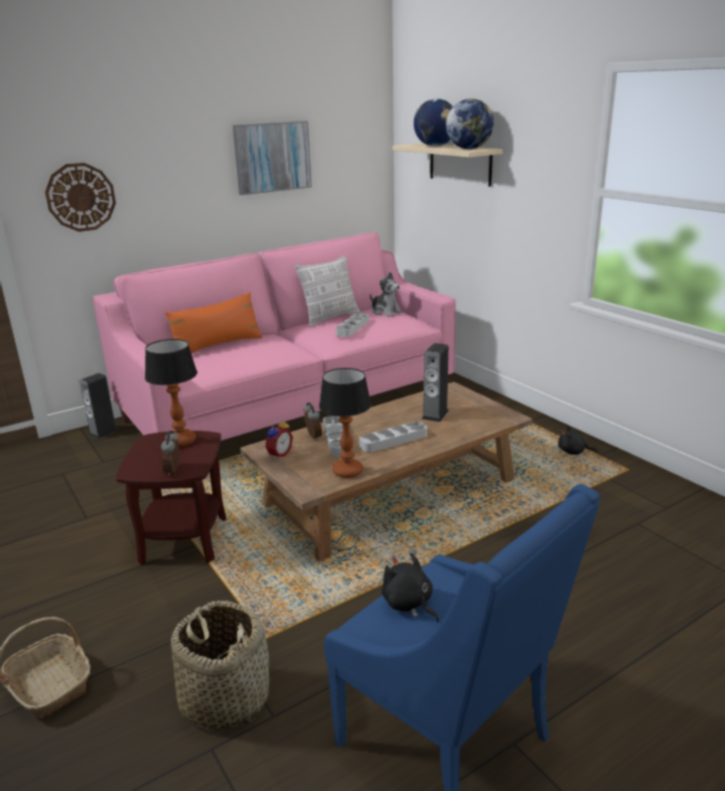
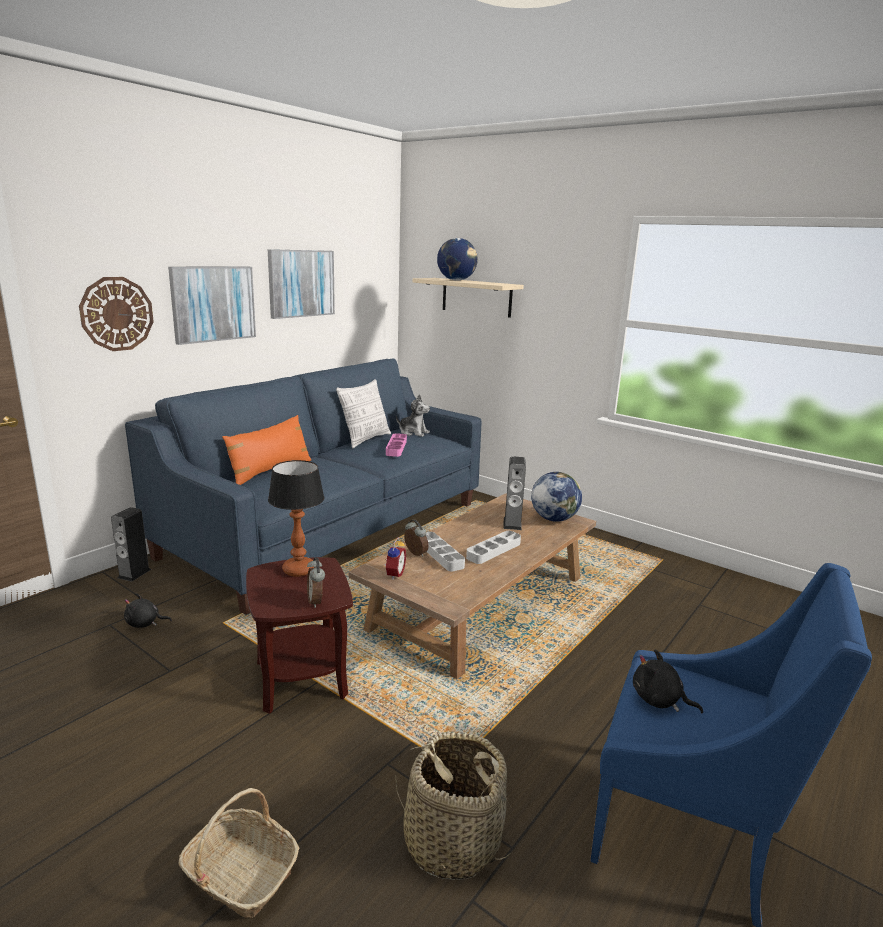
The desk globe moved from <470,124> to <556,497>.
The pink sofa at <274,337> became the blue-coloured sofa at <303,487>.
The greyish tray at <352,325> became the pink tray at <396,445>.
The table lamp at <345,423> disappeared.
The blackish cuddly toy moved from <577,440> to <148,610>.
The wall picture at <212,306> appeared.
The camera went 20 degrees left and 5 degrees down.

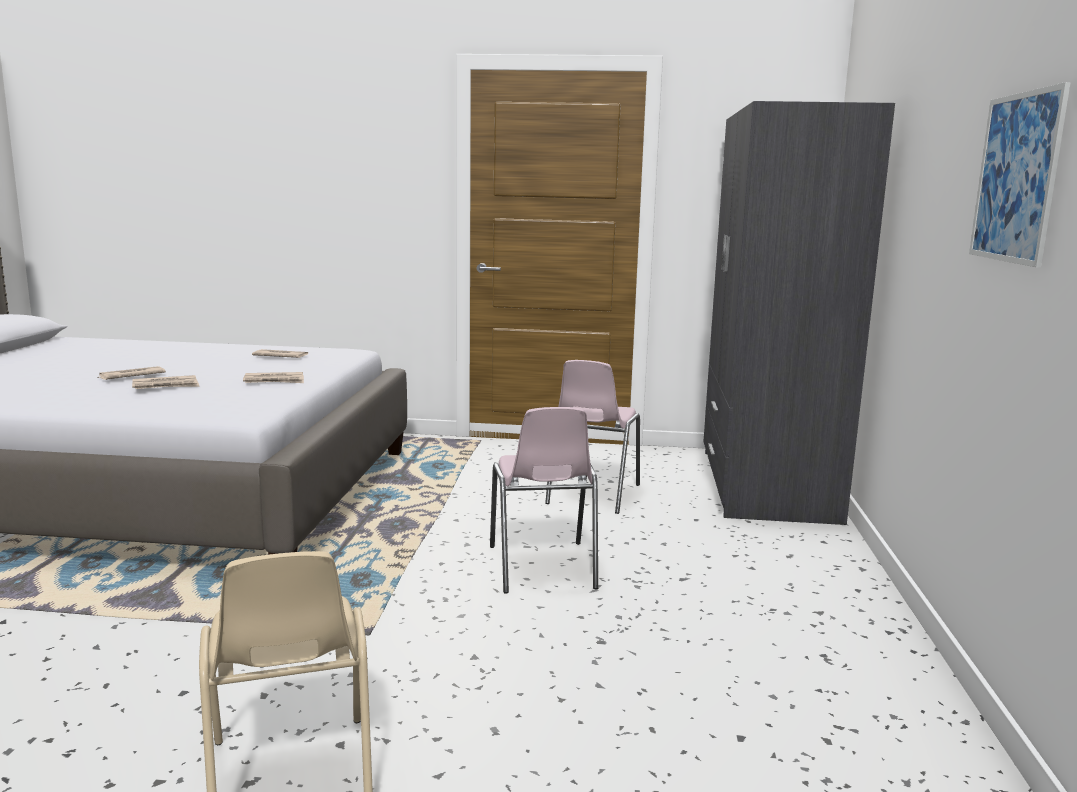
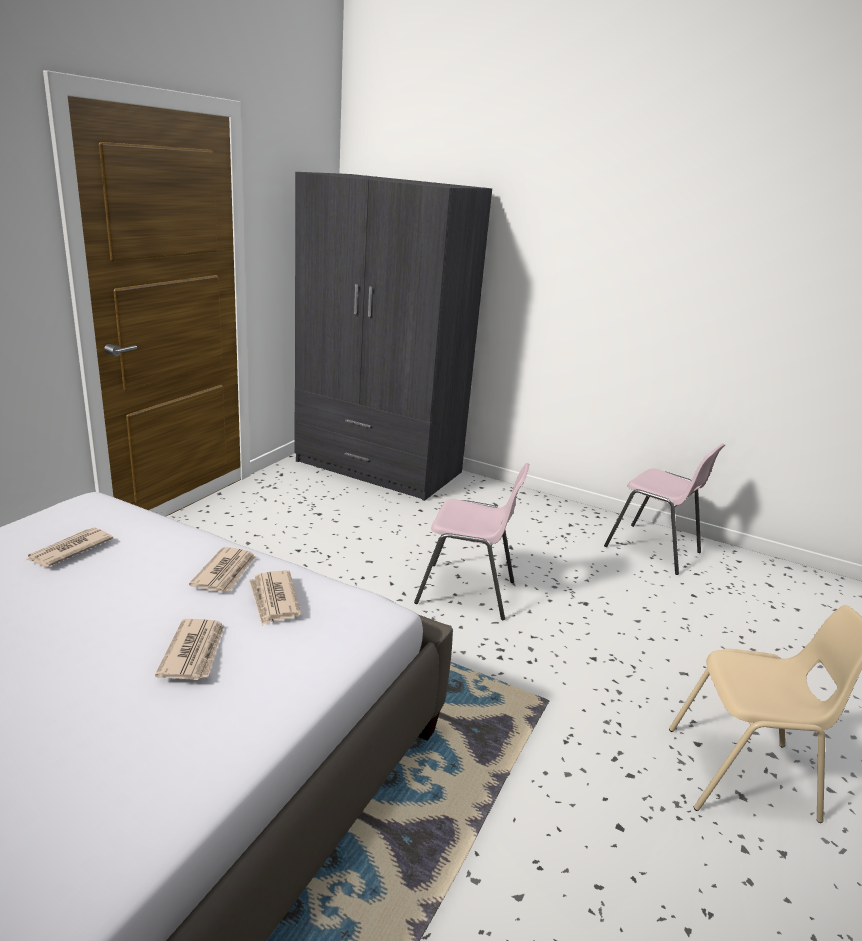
The wall picture at <1020,175> disappeared.
The pink plain chair moved from <592,437> to <664,509>.
The daily paper moved from <131,373> to <275,597>.
The camera went 70 degrees left and 10 degrees up.

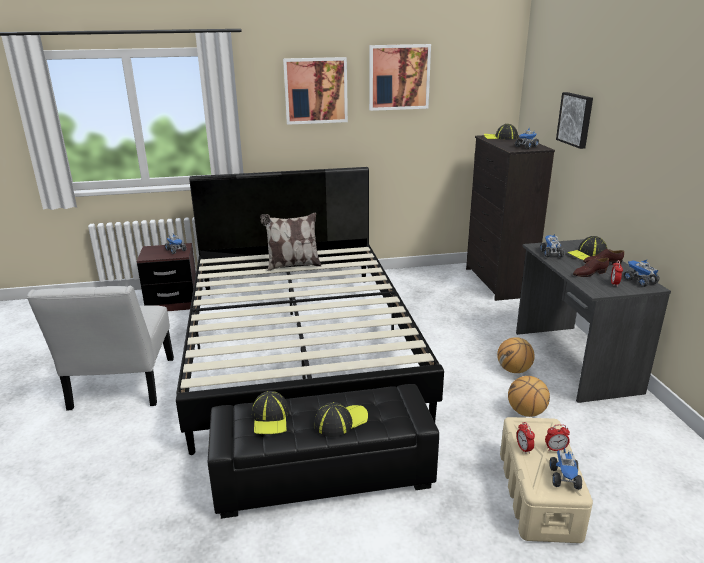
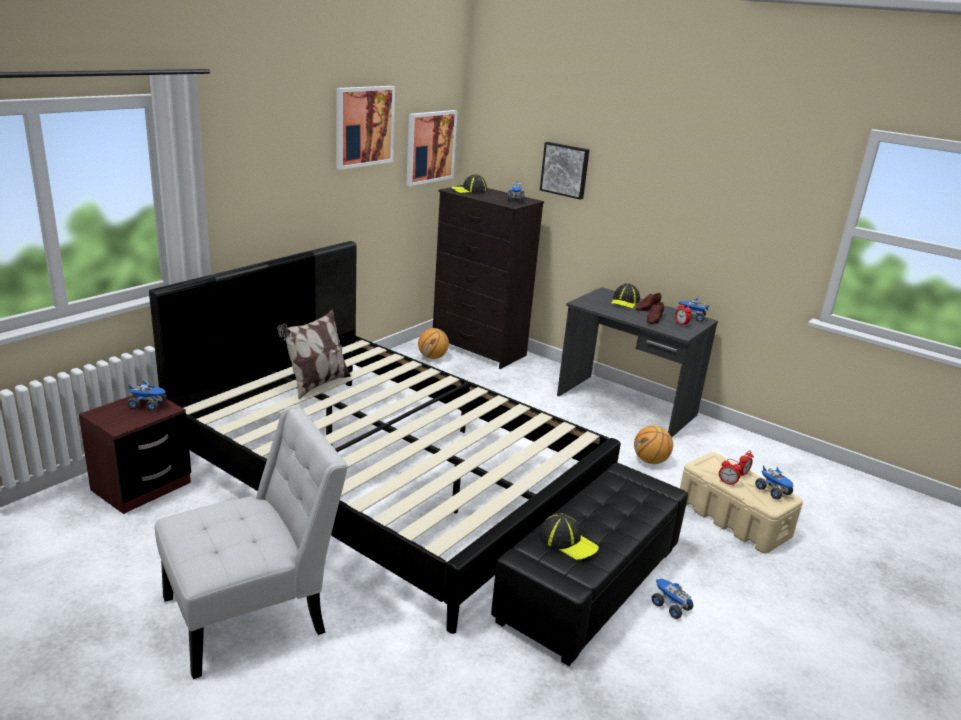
The wall picture moved from <315,91> to <431,148>.
The toy truck moved from <552,246> to <672,599>.
The white-coloured plain chair at <100,348> turned 75 degrees counterclockwise.
The basketball moved from <516,355> to <433,343>.
The cap at <341,419> disappeared.
The camera went 45 degrees left and 0 degrees up.

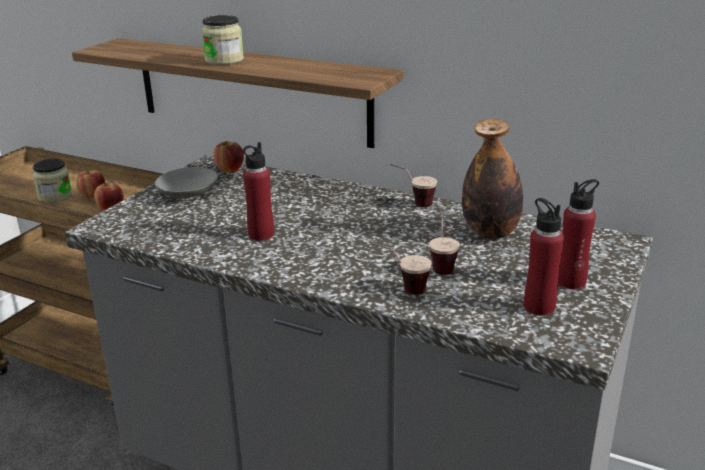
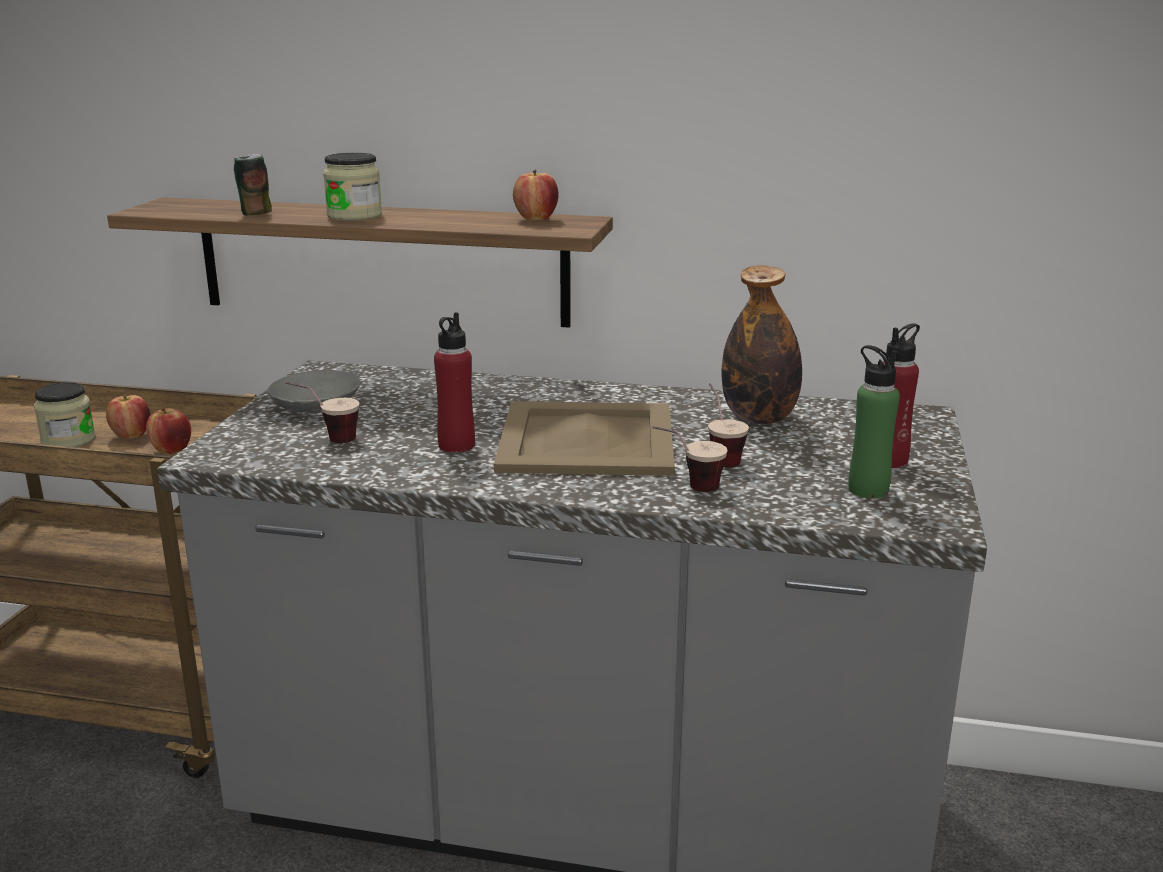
The apple moved from <228,157> to <536,195>.
The cup moved from <413,185> to <322,412>.
The reddish beverage bottle at <544,257> became the greenish beverage bottle at <874,421>.
The sealed can at <253,184> appeared.
The beige-coloured tray at <584,438> appeared.
The camera went 15 degrees left and 5 degrees down.

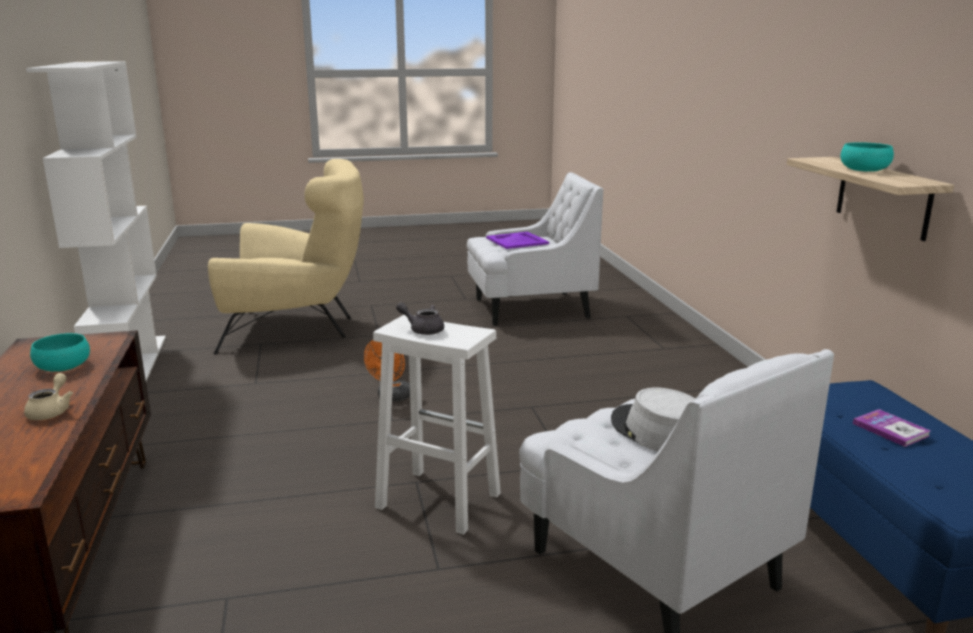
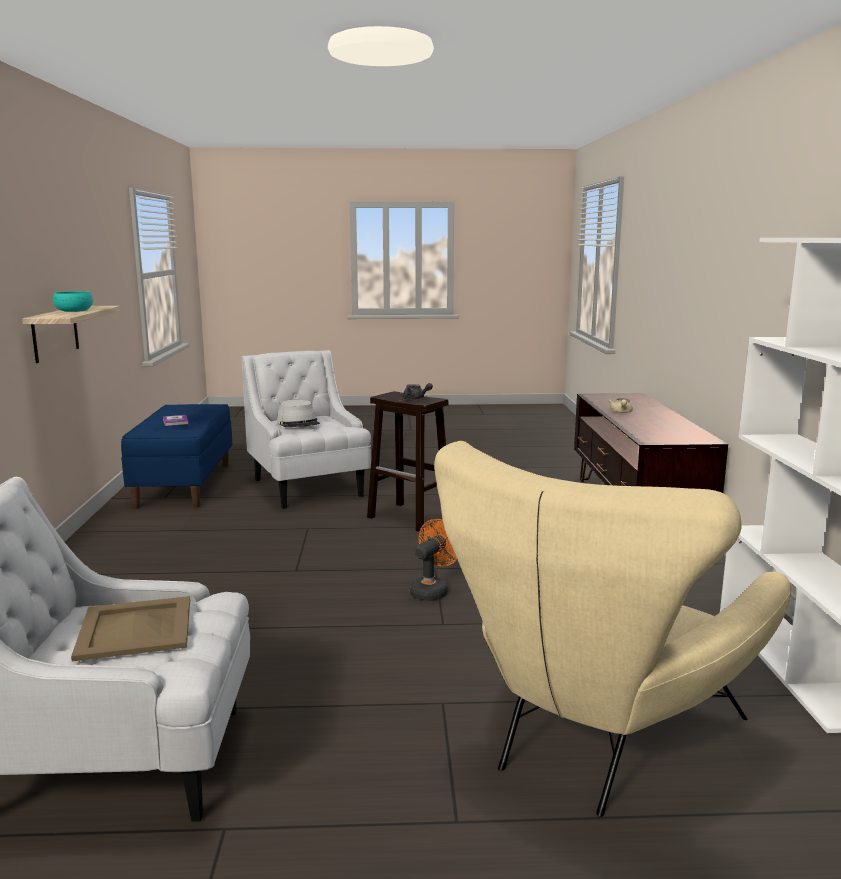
The beige-coloured easy chair at <286,256> turned 60 degrees counterclockwise.
The purplish tray at <517,240> became the beige-coloured tray at <130,629>.
The white-coloured stool at <437,425> became the brownish stool at <407,461>.
The turquoise-coloured bowl at <60,352> disappeared.
The camera went 170 degrees left and 5 degrees down.

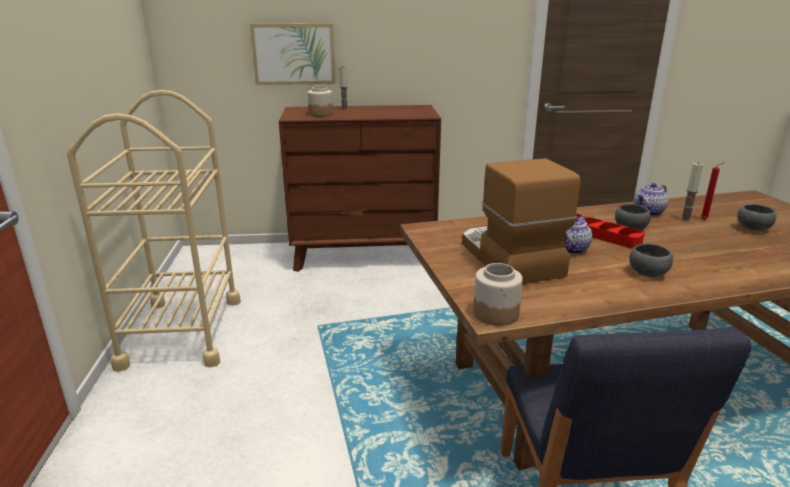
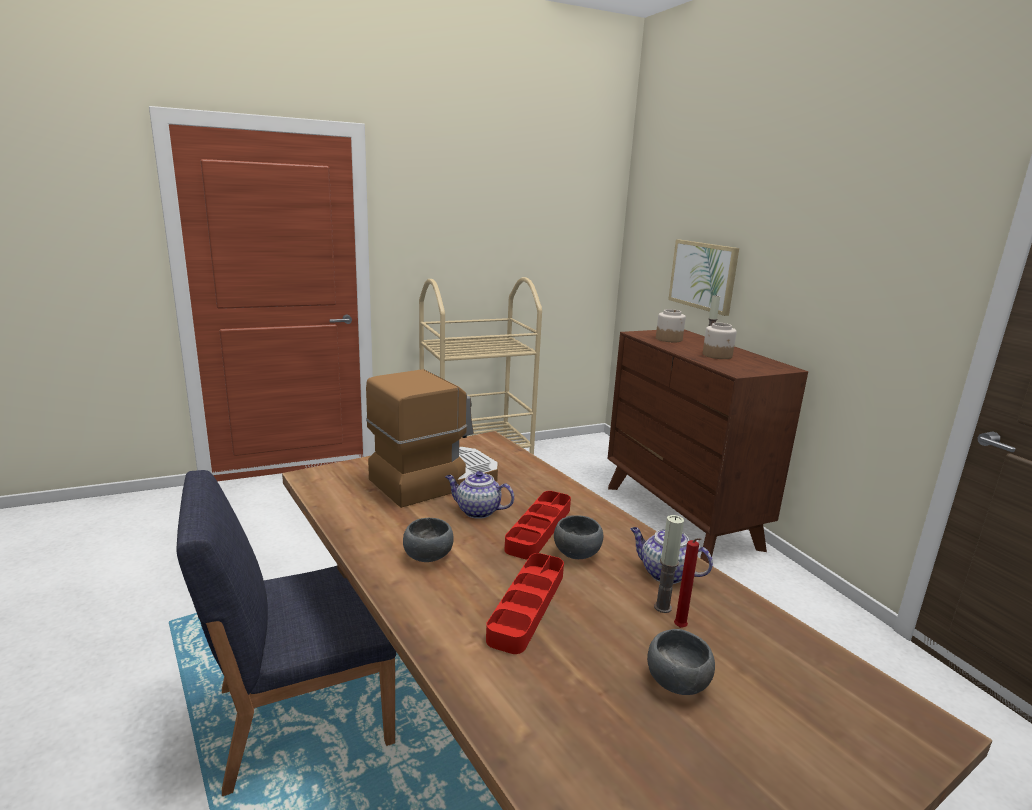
The preserve jar moved from <498,294> to <720,341>.
The reddish tray at <525,603> appeared.
The camera went 70 degrees right and 5 degrees down.

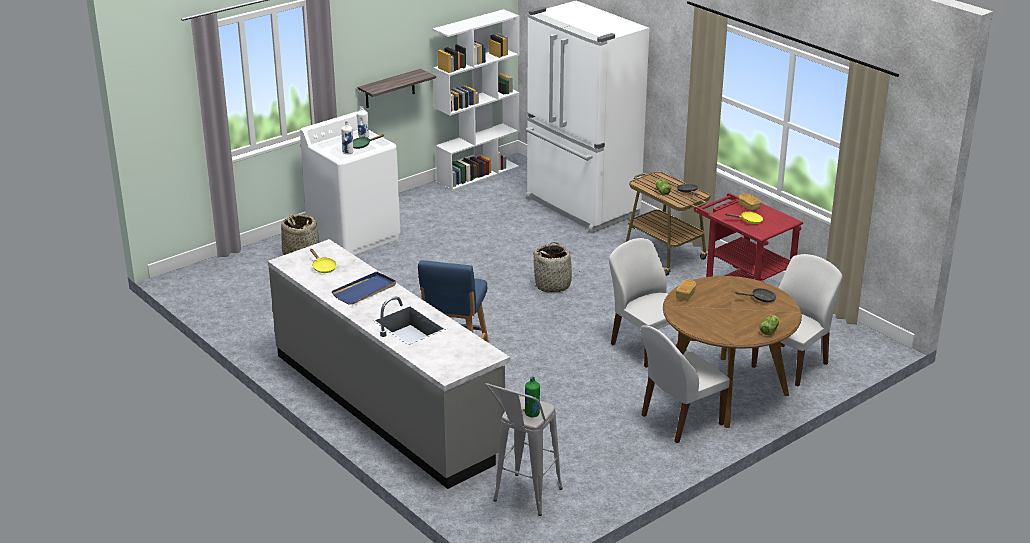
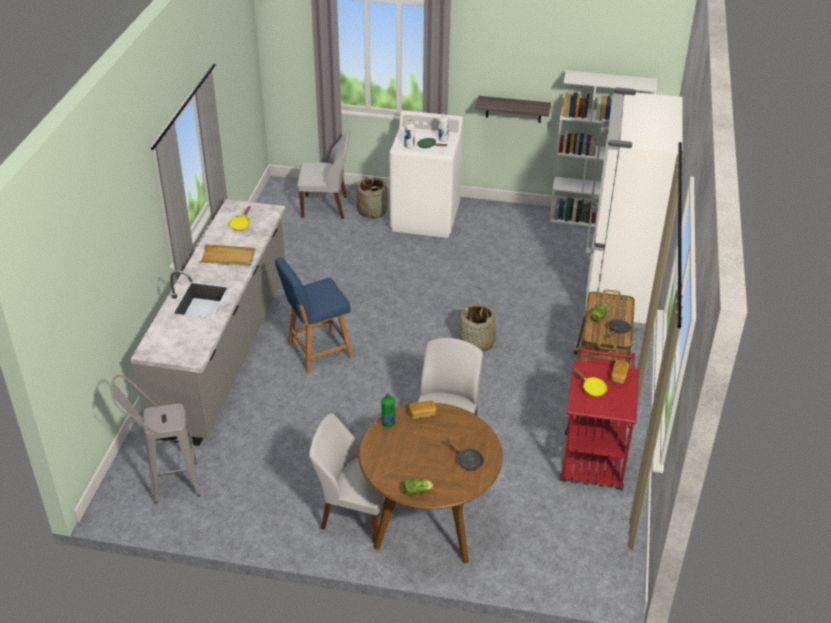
The white-coloured plain chair moved from <797,320> to <324,175>.
The blue-coloured tray at <364,288> became the beige-coloured tray at <227,255>.
The greenish beverage bottle moved from <532,397> to <388,410>.
The camera went 50 degrees right and 10 degrees up.

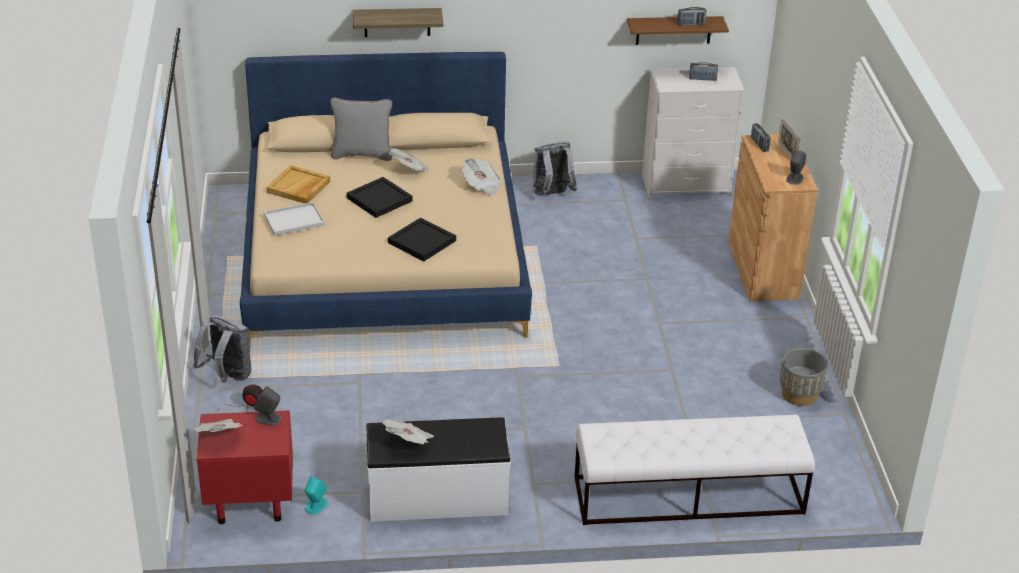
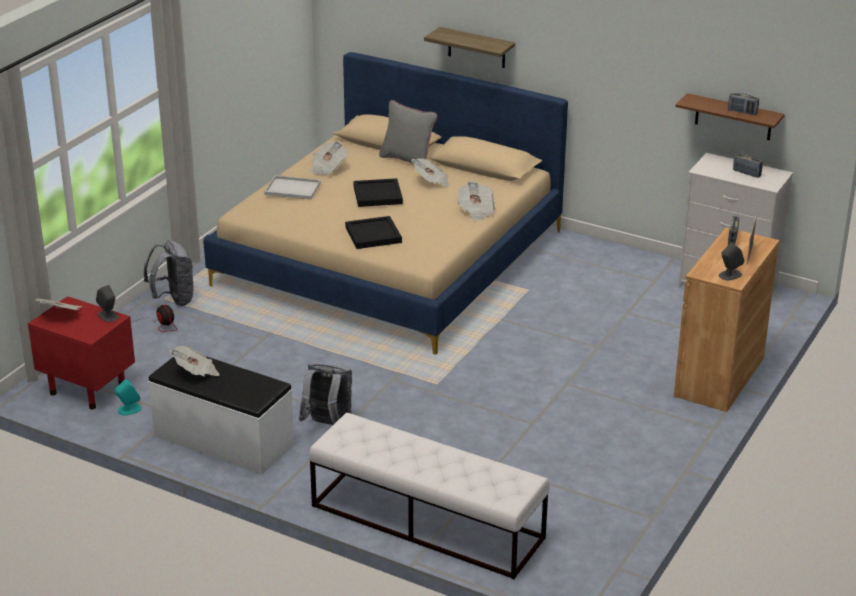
The greyish rucksack moved from <555,169> to <325,394>.
The beige-coloured tray at <298,184> was replaced by the daily paper at <328,158>.
The greyish plant pot at <804,377> disappeared.
The camera went 35 degrees right and 5 degrees down.

